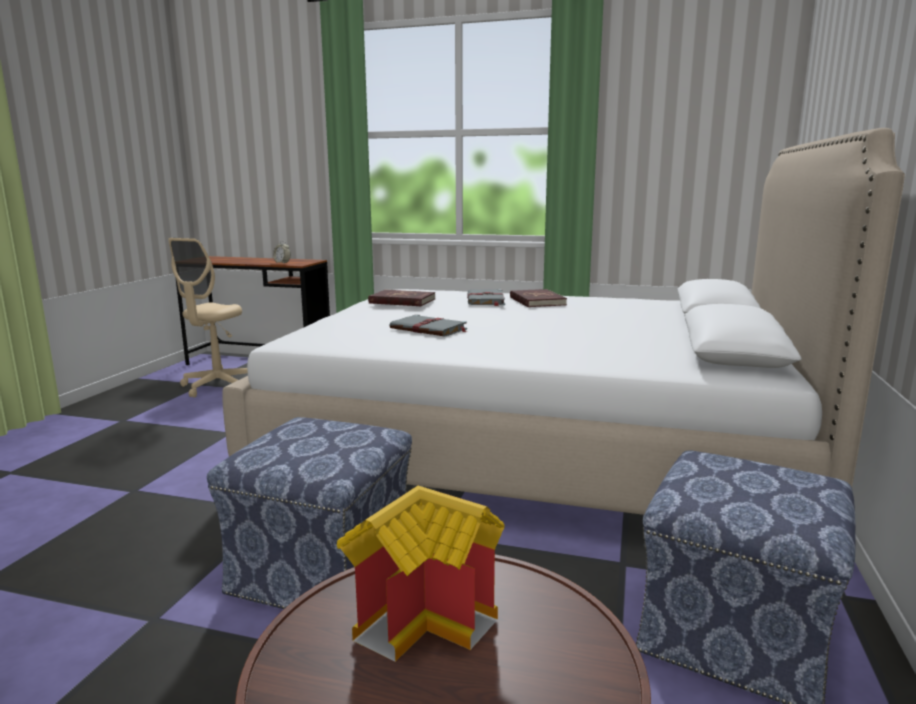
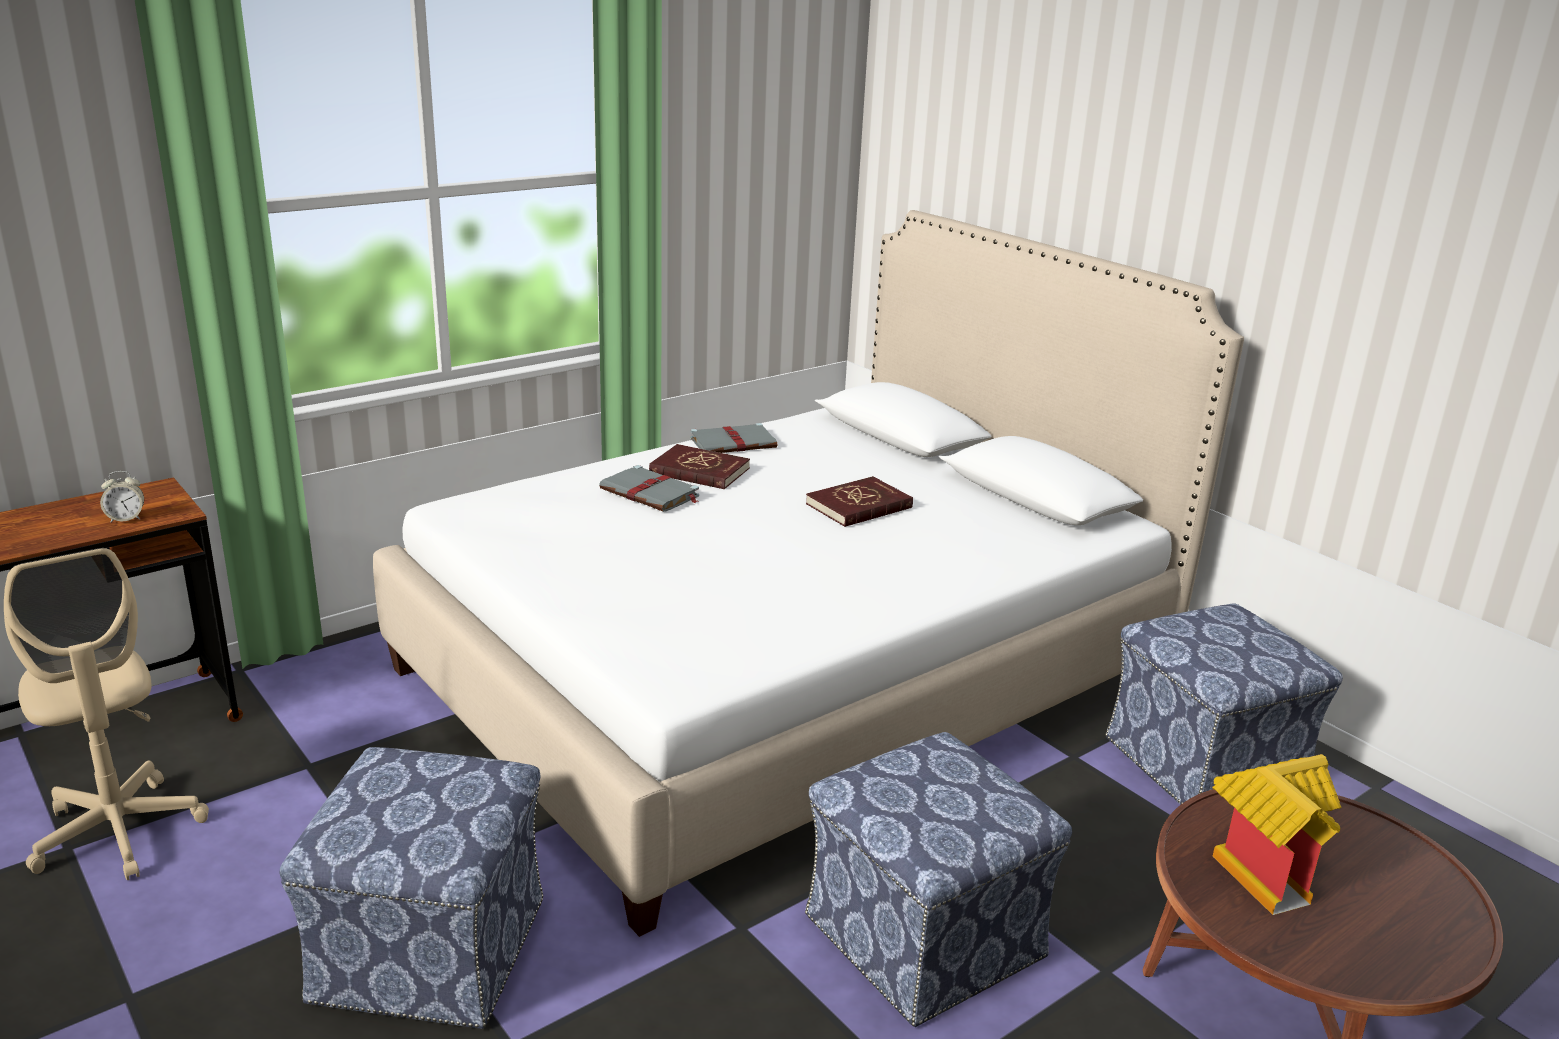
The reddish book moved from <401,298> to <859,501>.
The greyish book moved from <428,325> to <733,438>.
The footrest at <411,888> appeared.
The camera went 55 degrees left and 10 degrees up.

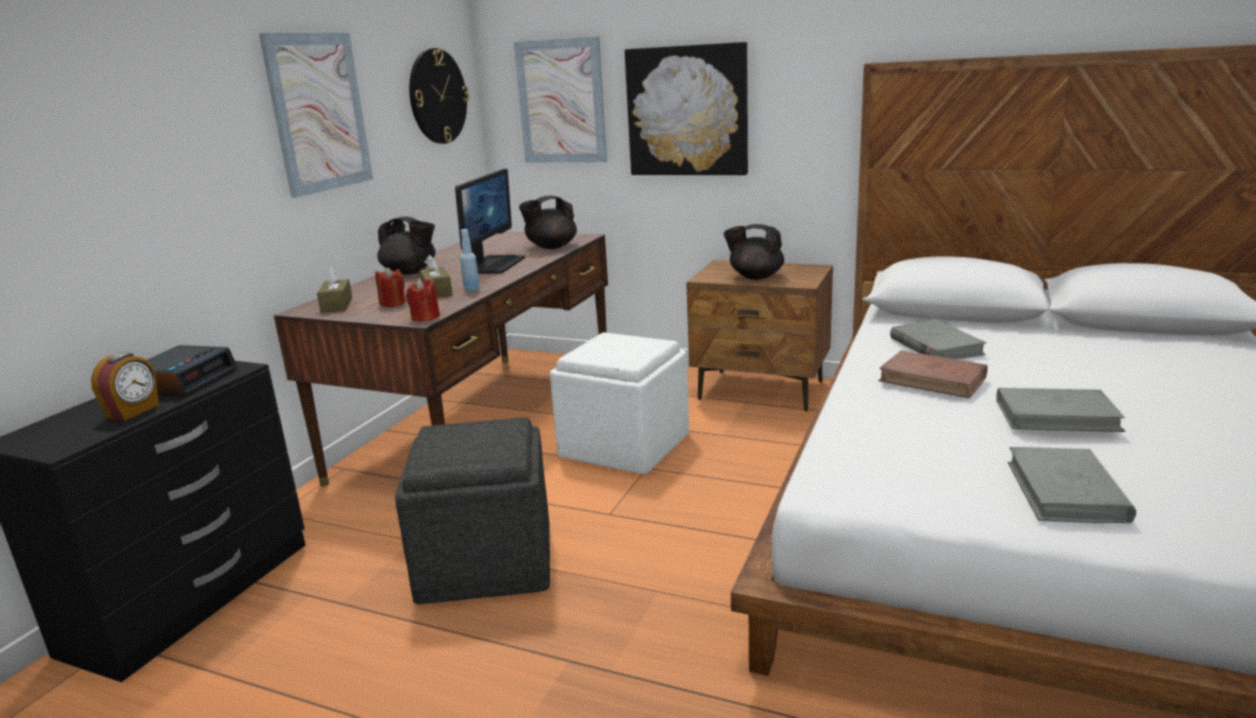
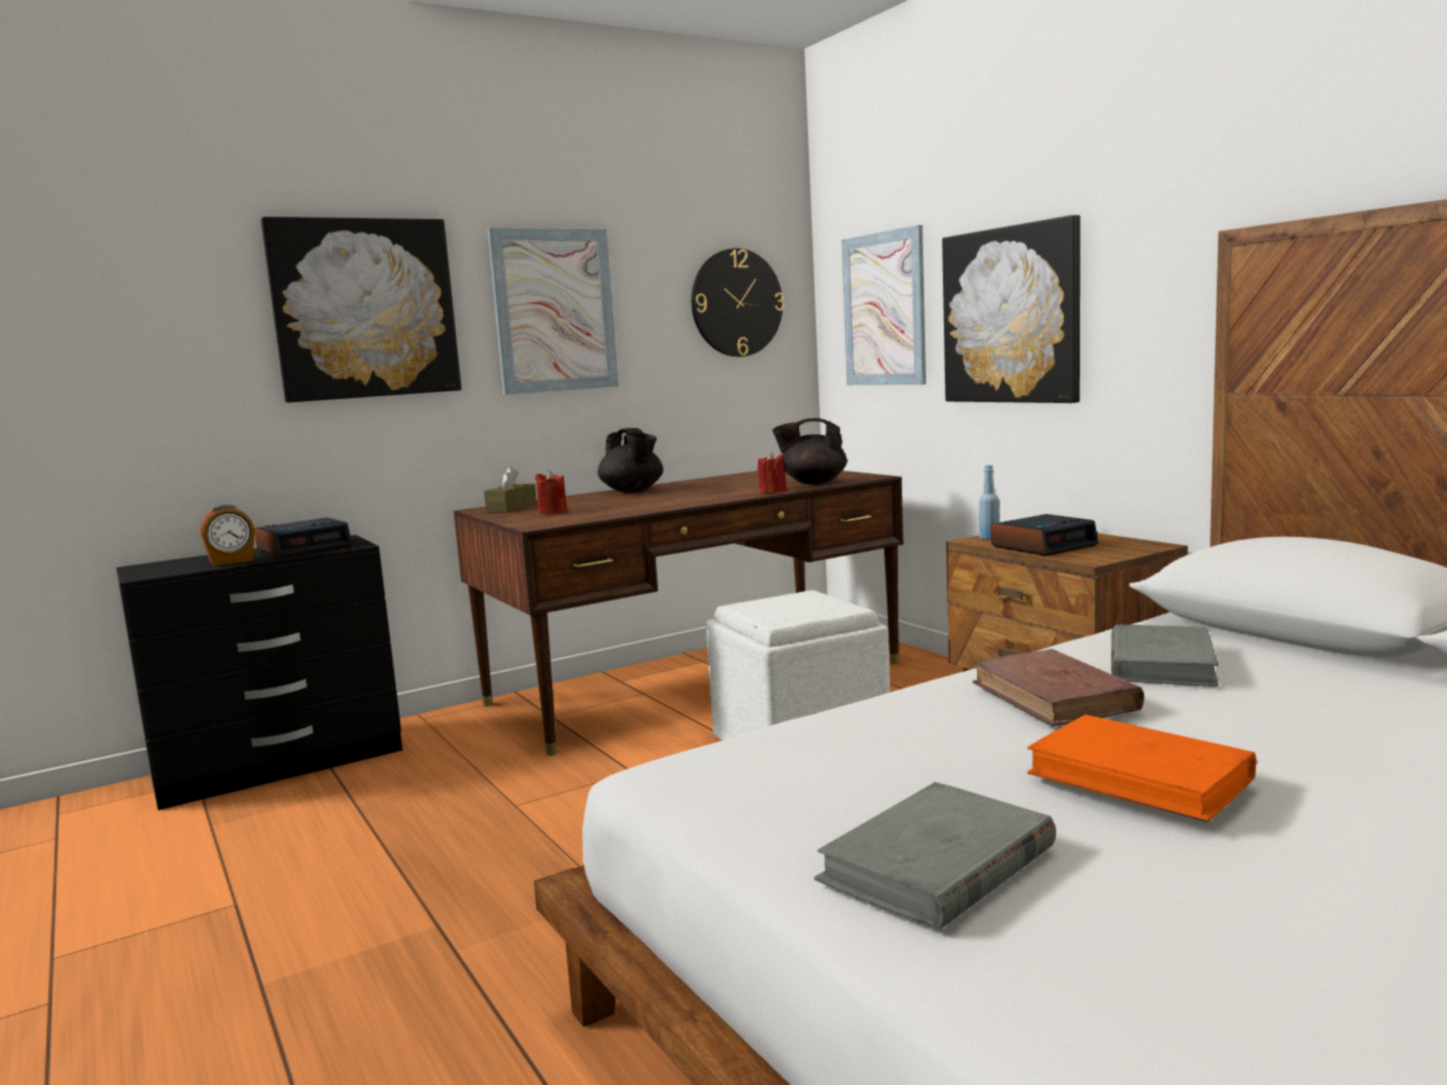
The computer screen at <490,221> disappeared.
The blackish pot for tea at <753,252> was replaced by the table clock at <1044,535>.
The blue-coloured beverage bottle moved from <470,260> to <989,502>.
The brownish tissue box at <436,276> disappeared.
The reddish wax candle moved from <423,300> to <772,472>.
The greyish book at <1060,410> became the orangey book at <1141,768>.
The greyish footrest at <472,510> disappeared.
The wall picture at <361,310> appeared.
The camera went 35 degrees right and 10 degrees down.

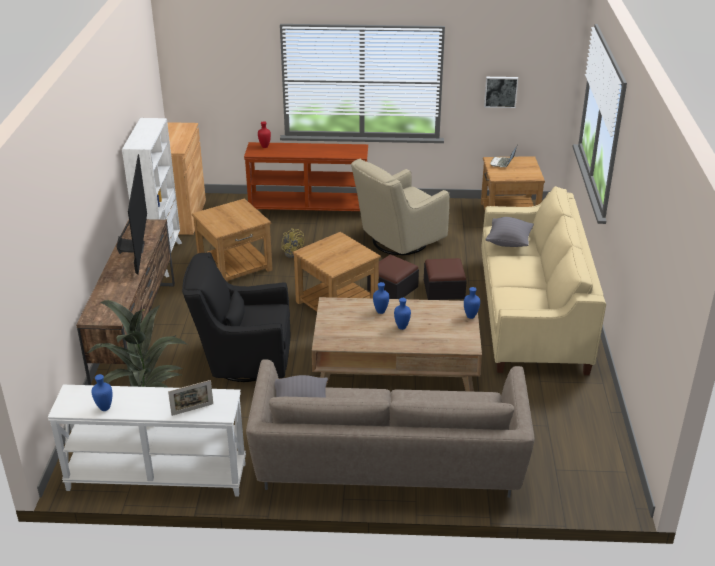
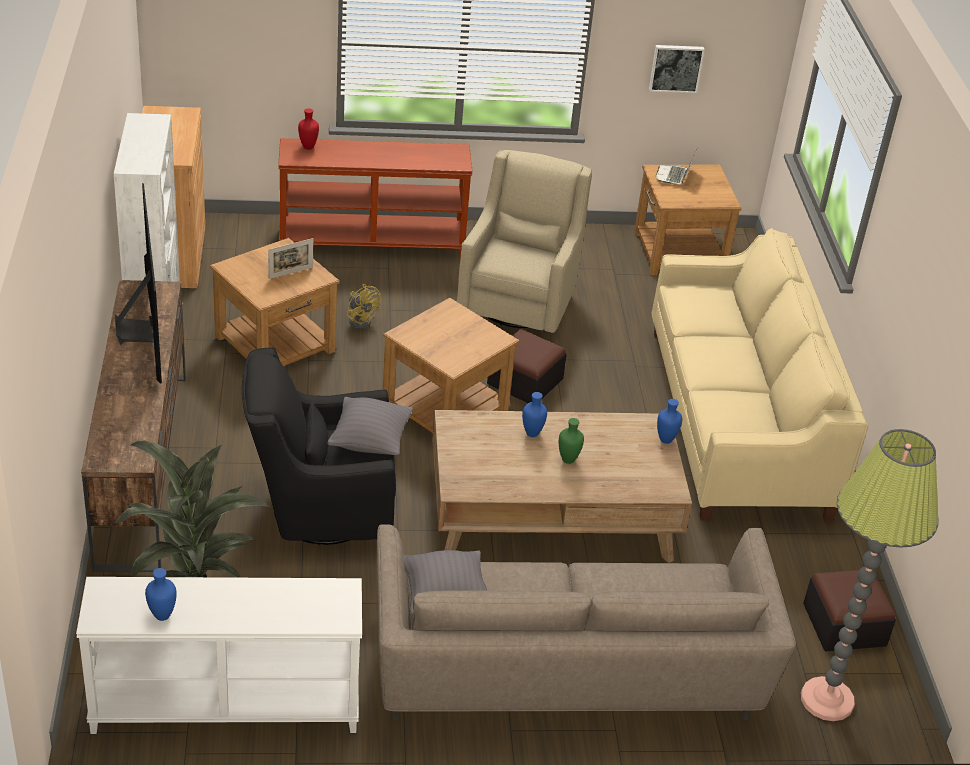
The beige-coloured easy chair at <400,206> turned 150 degrees clockwise.
The greyish pillow moved from <510,232> to <370,426>.
The footrest moved from <445,279> to <849,610>.
The blue-coloured decorative vase at <402,314> became the greenish decorative vase at <571,441>.
The photo frame moved from <190,398> to <290,258>.
The floor lamp at <869,575> appeared.
The camera went 10 degrees left and 5 degrees up.

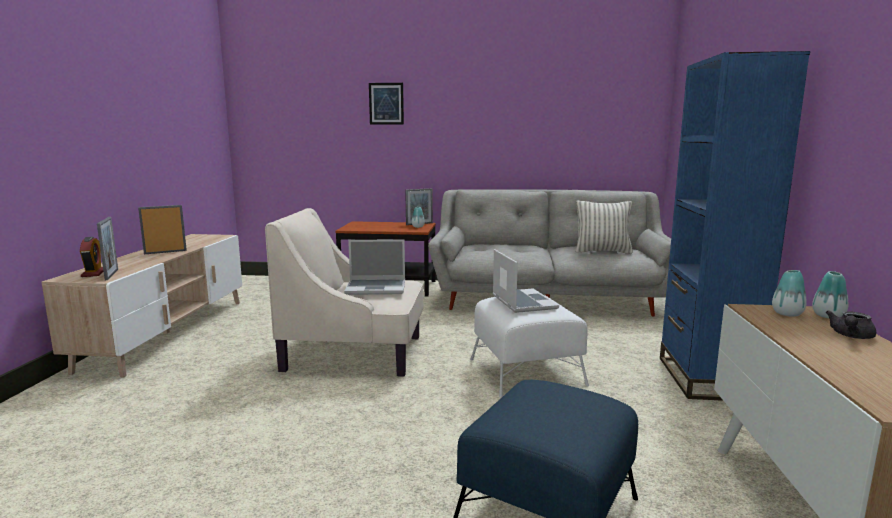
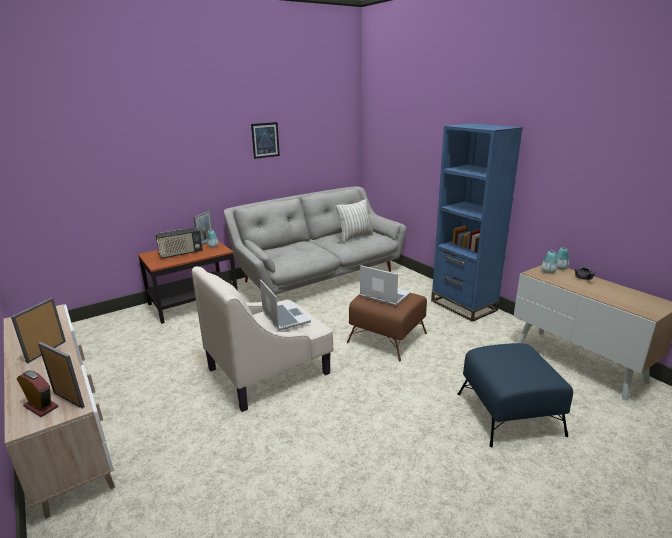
The wall picture moved from <386,103> to <265,140>.
The laptop at <374,267> turned 75 degrees counterclockwise.
The white-coloured footrest at <529,346> became the brownish footrest at <387,327>.
The radio receiver at <179,243> appeared.
The camera went 40 degrees left and 10 degrees up.

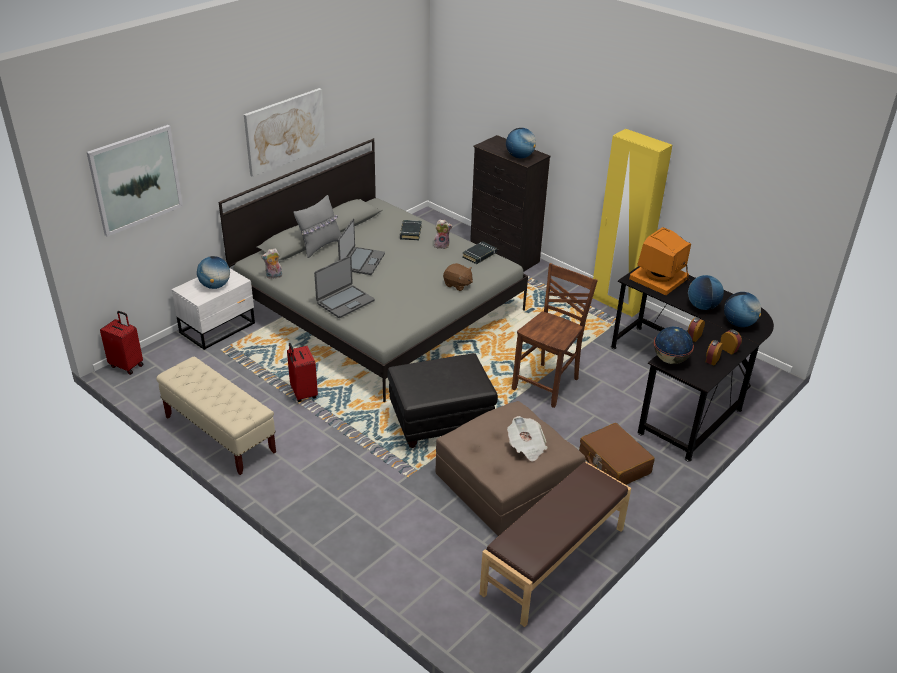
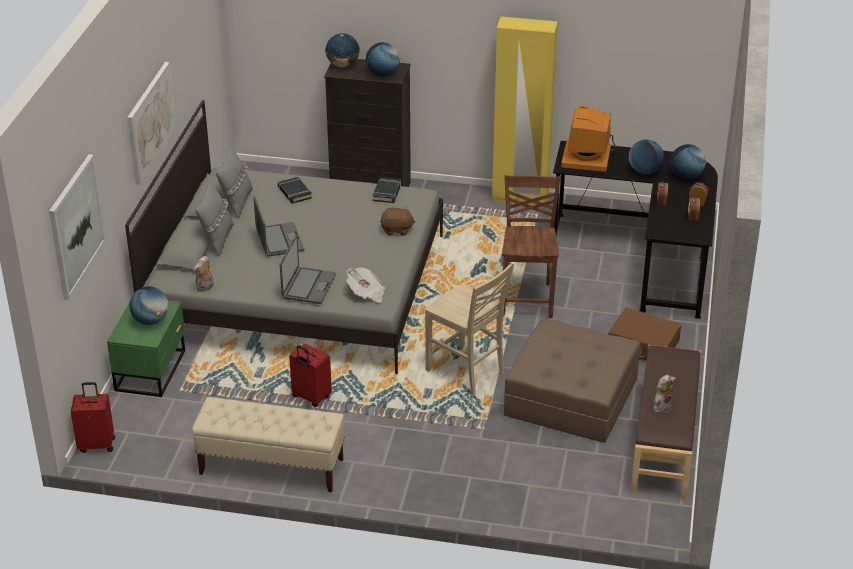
The cuddly toy moved from <443,234> to <664,394>.
The white-coloured night table at <213,309> became the greenish night table at <146,348>.
The desk globe moved from <674,345> to <342,50>.
The blackish footrest at <442,400> was replaced by the beige-coloured plain chair at <470,328>.
The daily paper moved from <527,439> to <366,285>.
The greyish pillow at <234,181> appeared.
The camera went 30 degrees left and 0 degrees up.

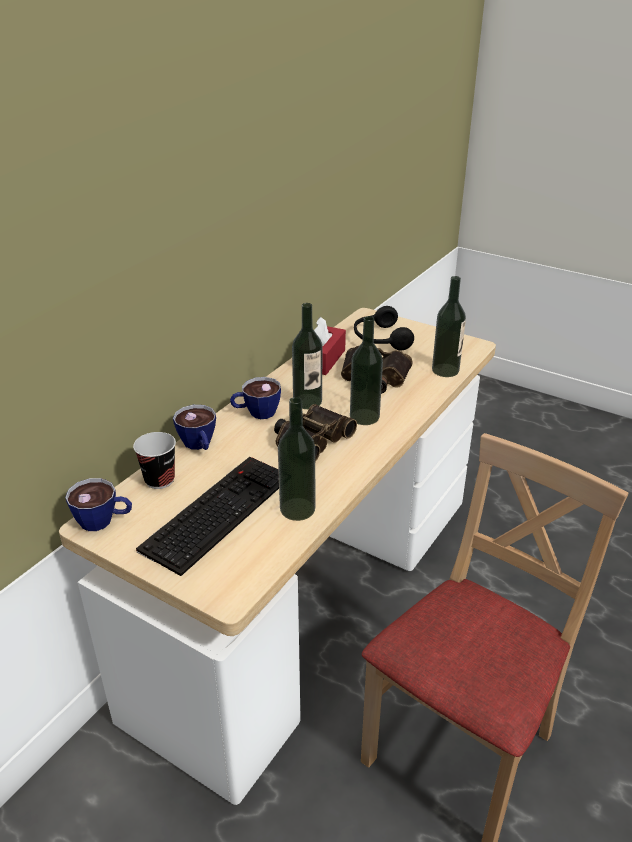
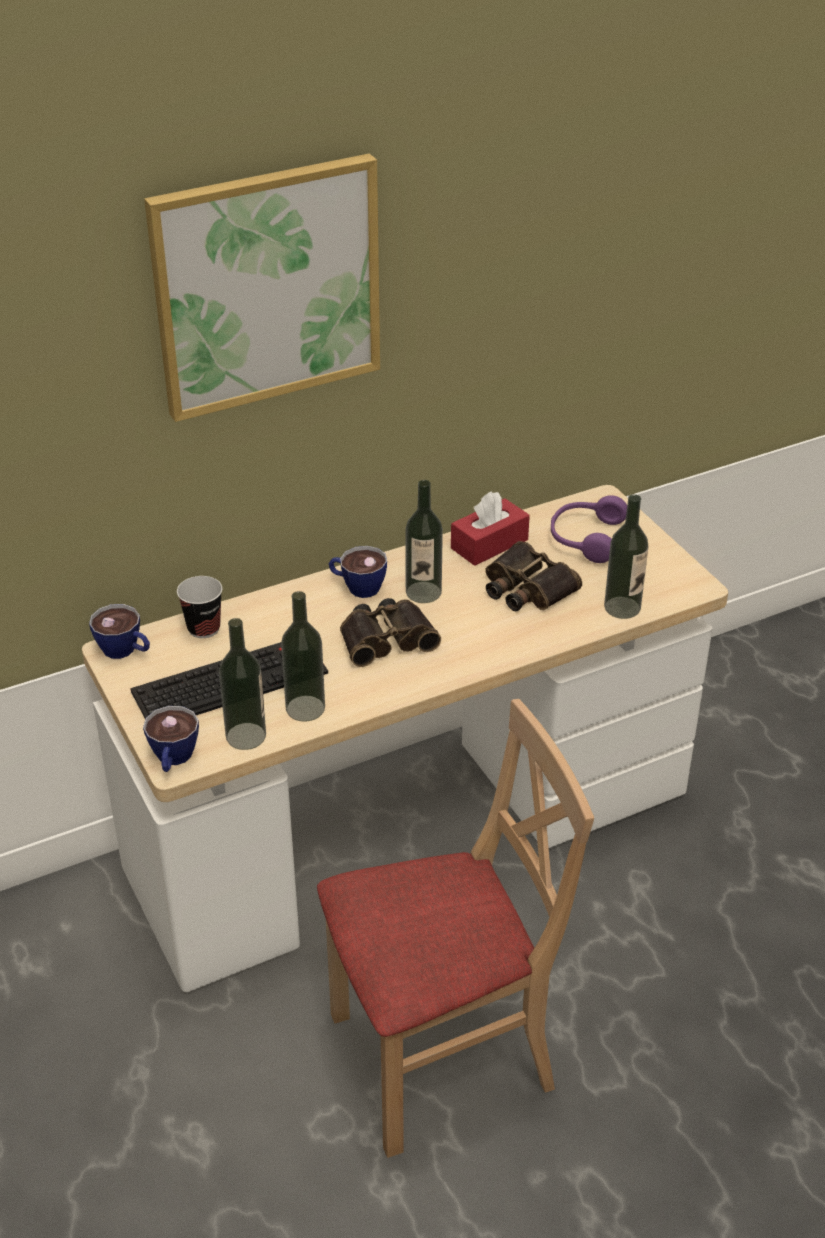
The blackish pair of headphones at <384,328> became the purplish pair of headphones at <589,529>.
The beverage bottle moved from <366,370> to <242,684>.
The cup moved from <194,427> to <171,739>.
The wall picture at <262,288> appeared.
The camera went 30 degrees right and 5 degrees up.

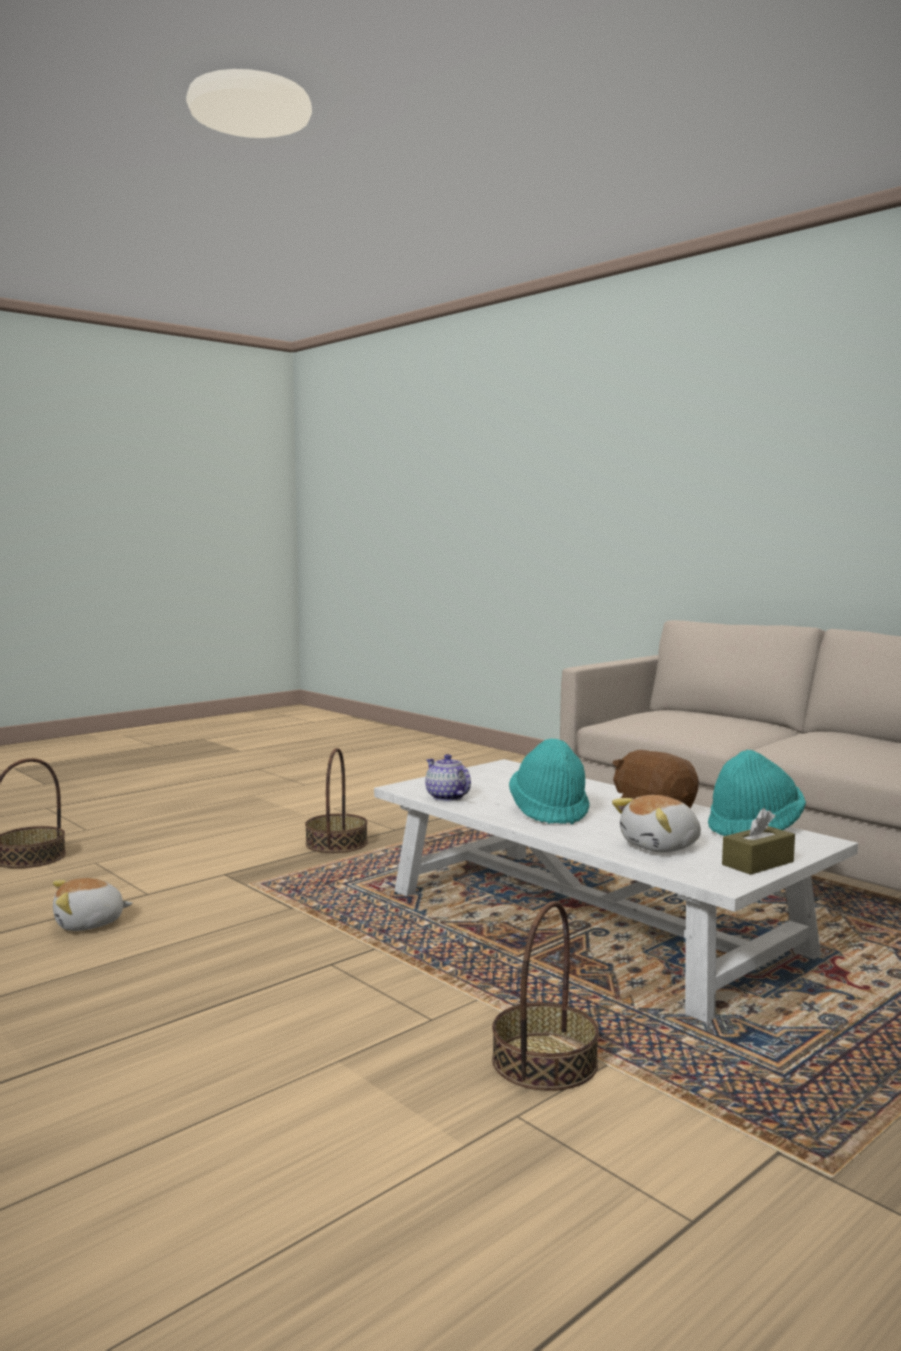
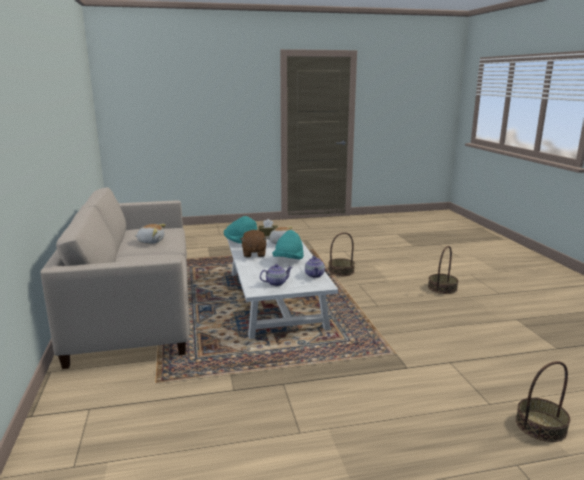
The basket moved from <336,800> to <443,270>.
The cuddly toy moved from <93,904> to <150,234>.
The pot for tea at <276,275> appeared.
The camera went 150 degrees left and 10 degrees up.

